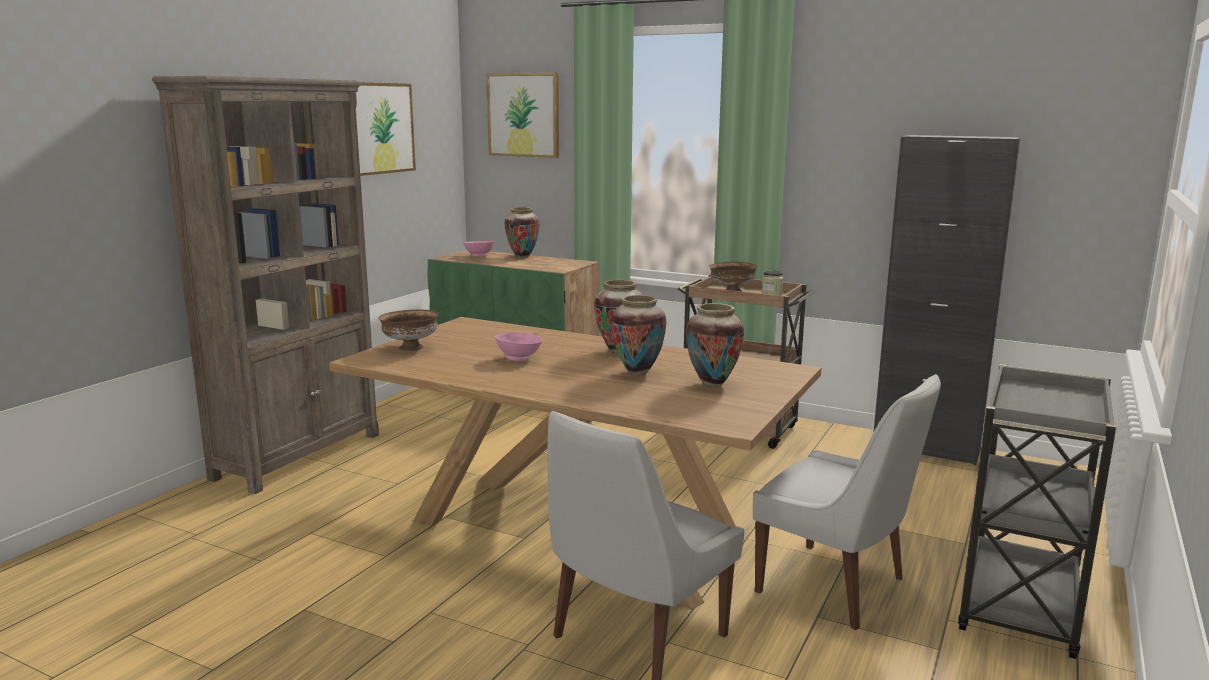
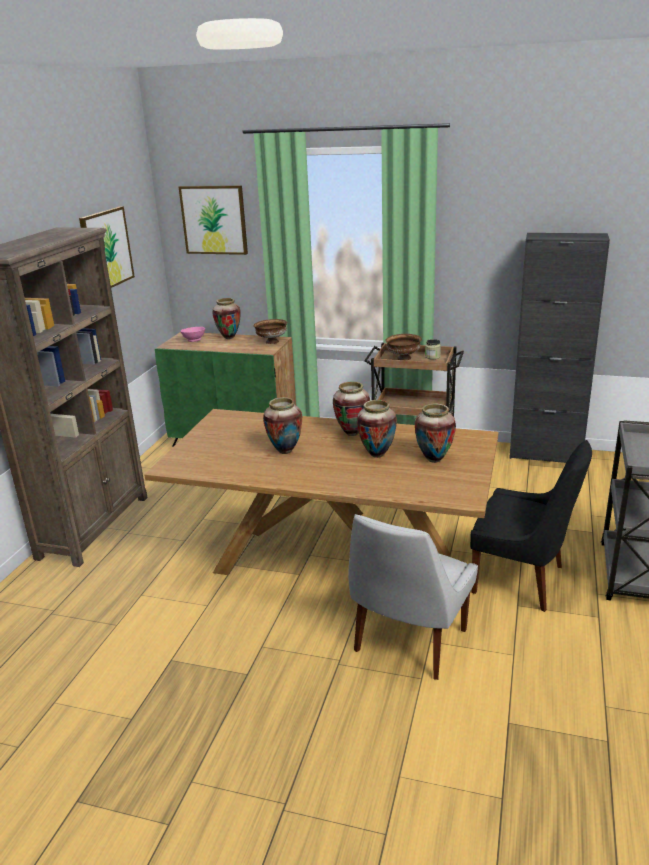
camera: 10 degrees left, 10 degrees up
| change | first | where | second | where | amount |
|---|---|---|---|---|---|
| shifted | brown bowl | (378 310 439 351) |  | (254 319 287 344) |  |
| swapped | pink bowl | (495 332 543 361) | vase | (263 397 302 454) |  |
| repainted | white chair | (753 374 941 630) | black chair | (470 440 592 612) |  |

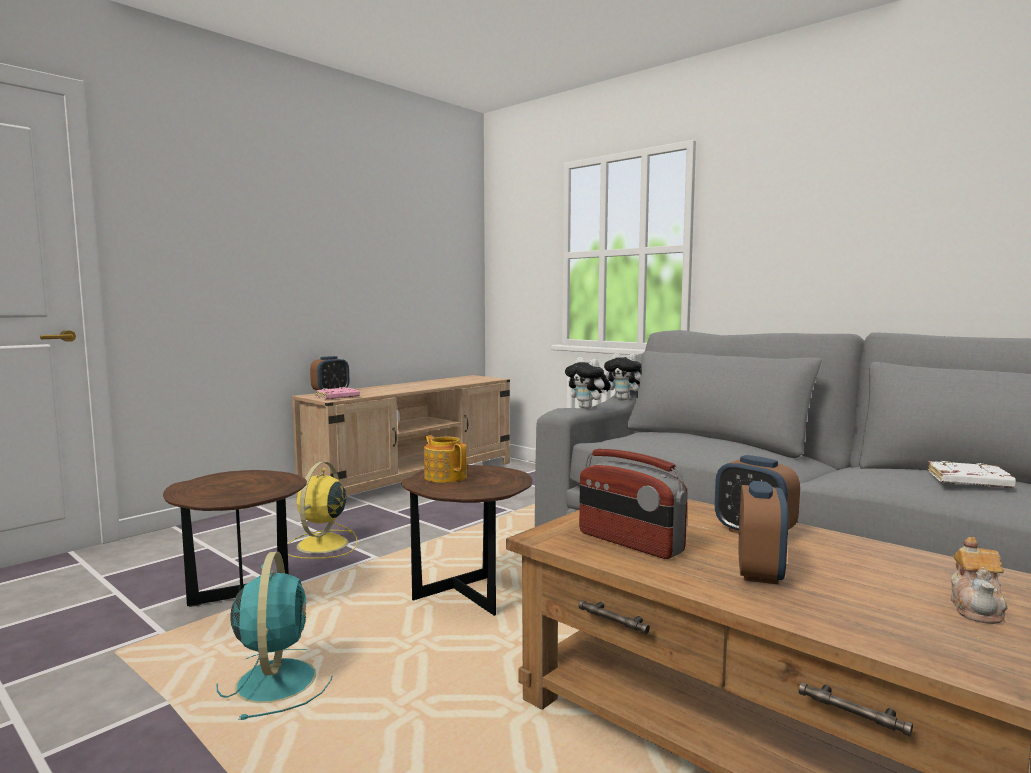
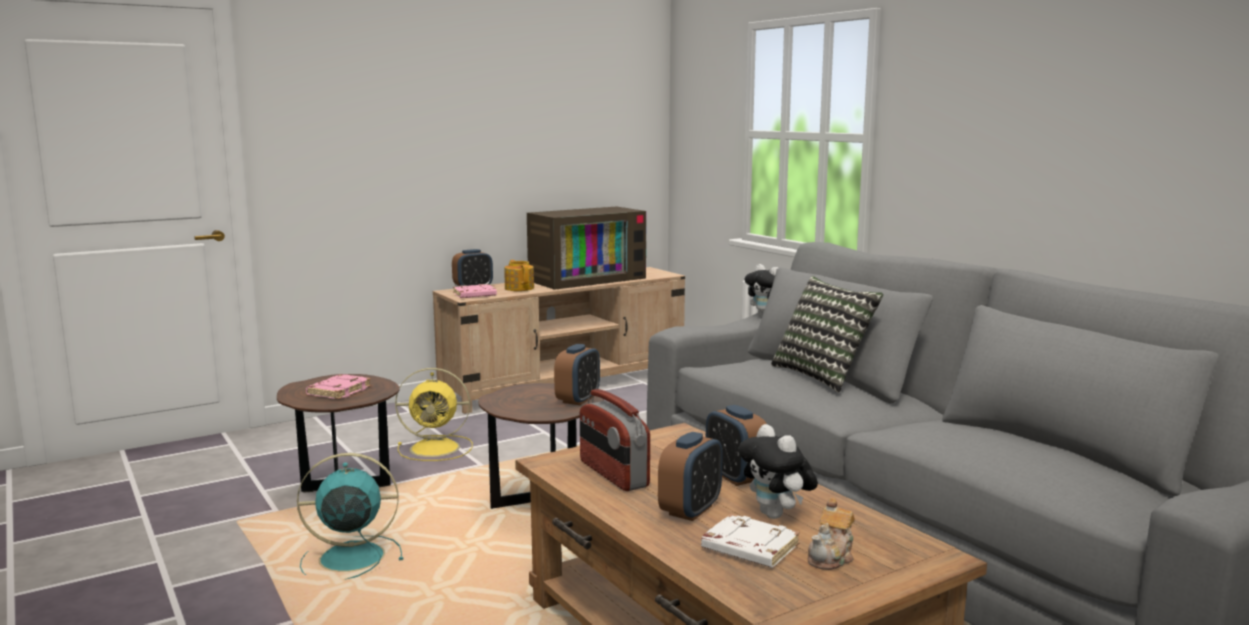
camera: 15 degrees right, 5 degrees up
| change | first | where | second | where | amount |
|---|---|---|---|---|---|
| rotated | turquoise fan | (216 552 332 720) |  | (297 453 403 580) | 105 degrees counterclockwise |
| rotated | yellow fan | (287 462 357 559) |  | (395 368 473 461) | 120 degrees counterclockwise |
| shifted | teapot | (424 435 467 483) |  | (505 260 534 291) |  |
| shifted | plush toy | (565 357 611 409) |  | (738 424 818 519) |  |
| shifted | white book | (927 461 1016 488) |  | (701 514 800 568) |  |
| new |  |  | pink book | (306 374 371 399) |  |
| new |  |  | television | (527 206 646 290) |  |
| new |  |  | alarm clock | (554 344 600 405) |  |
| new |  |  | pillow | (771 276 883 393) |  |

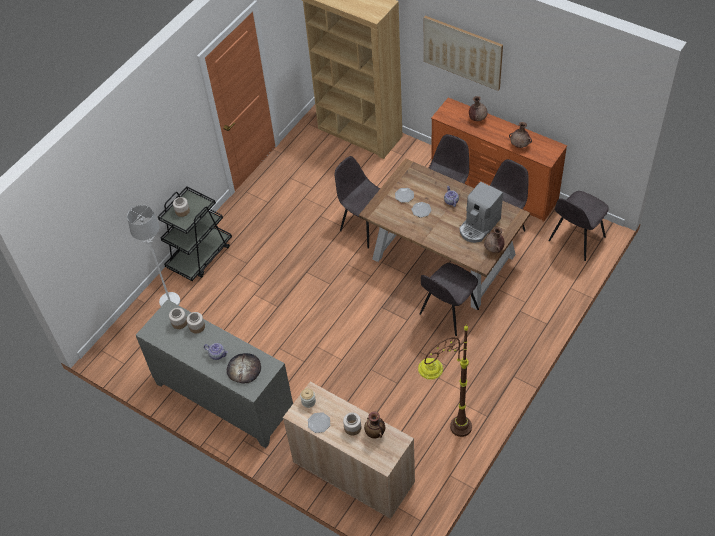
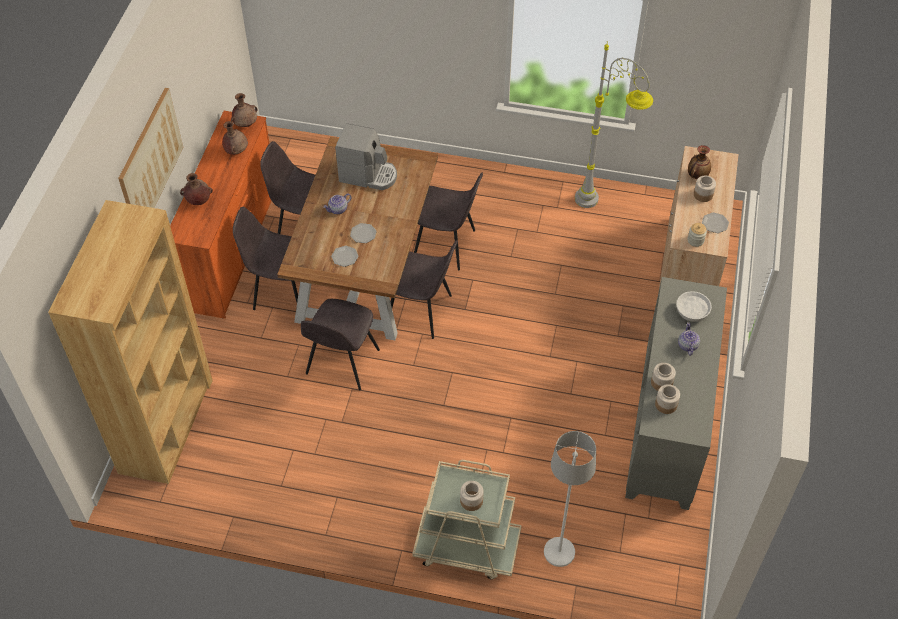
camera: 115 degrees left, 0 degrees up
| change | first | where | second | where | amount |
|---|---|---|---|---|---|
| repainted | black cart | (158 187 232 281) | beige cart | (412 460 522 579) |  |
| swapped | bread | (227 353 261 384) | white bowl | (676 291 712 322) |  |
| repainted | brown floor lamp | (418 324 472 437) | grey floor lamp | (575 41 653 208) |  |
| shifted | brown vase | (484 227 505 253) |  | (231 93 257 127) |  |
| shifted | grey chair | (548 191 609 261) |  | (391 240 458 339) |  |

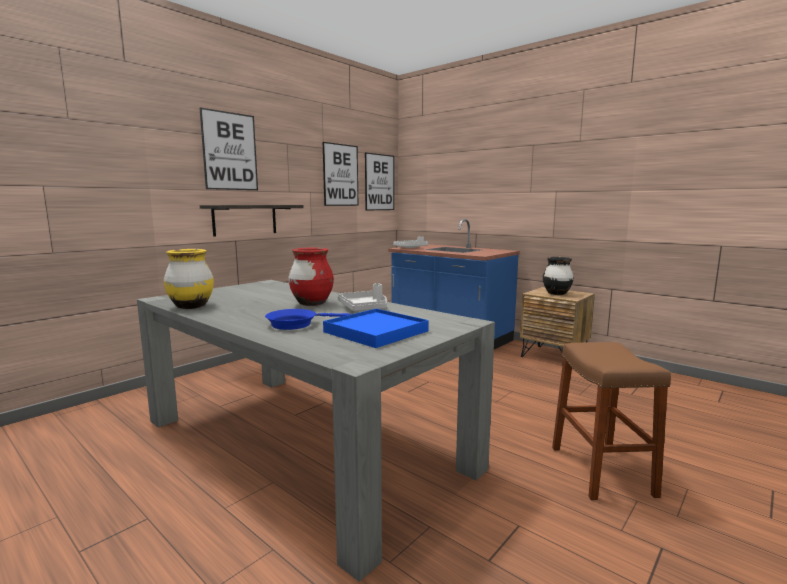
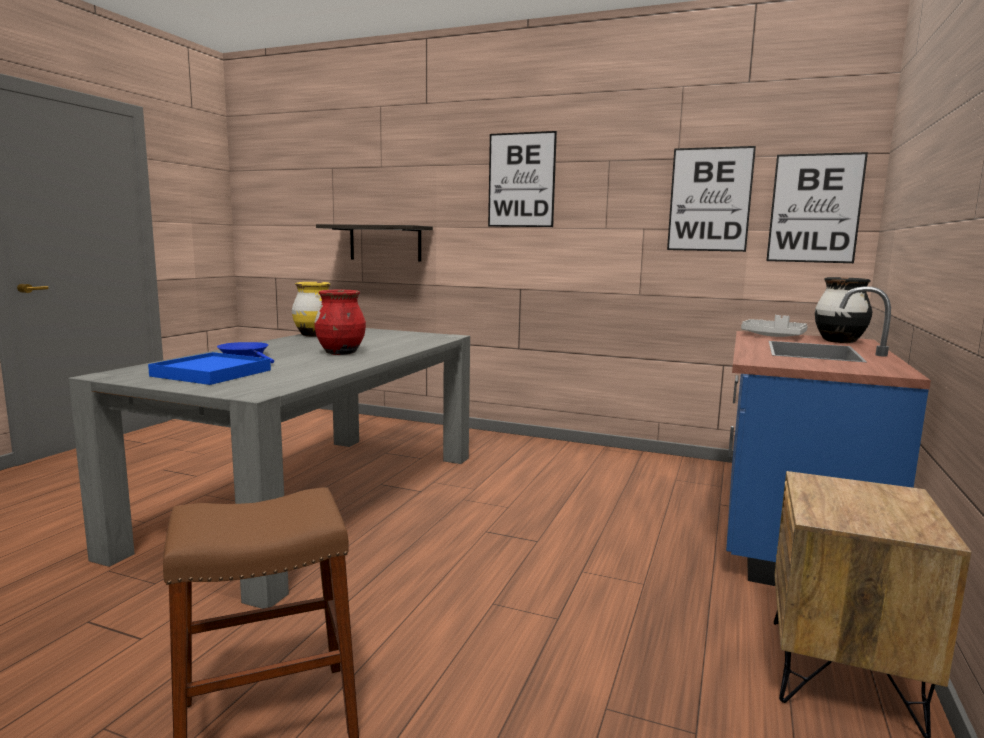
camera: 70 degrees right, 0 degrees up
| change | first | where | second | where | amount |
|---|---|---|---|---|---|
| shifted | shelf | (200 205 304 237) |  | (316 224 433 262) |  |
| gone | grey tray | (338 283 387 311) |  |  |  |
| shifted | black vase | (543 257 574 295) |  | (815 277 872 343) |  |

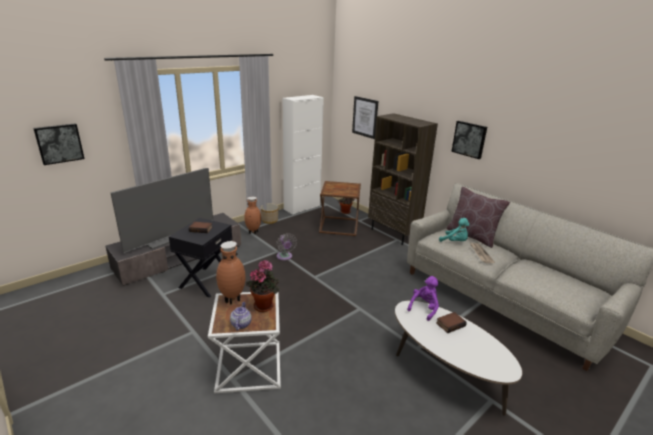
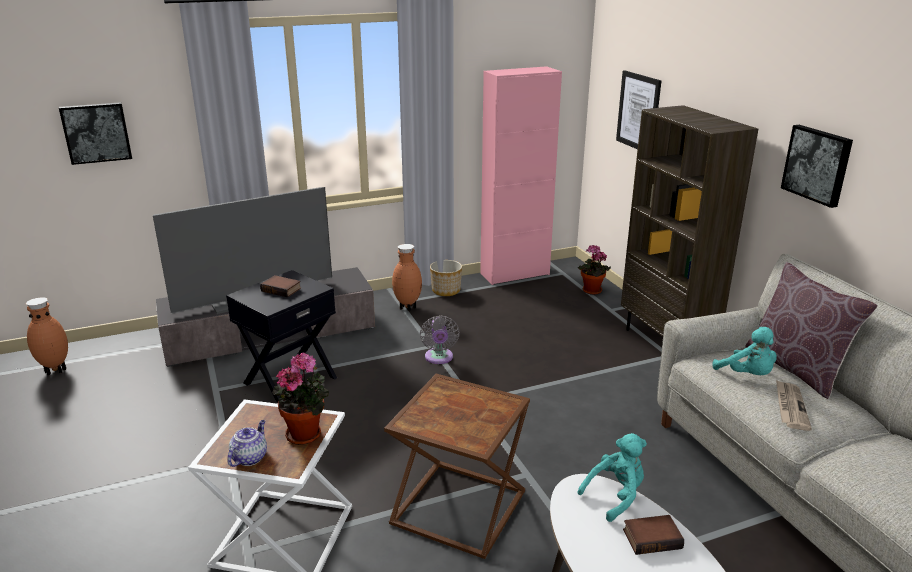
camera: 20 degrees right, 0 degrees up
| change | first | where | second | where | amount |
|---|---|---|---|---|---|
| shifted | brown vase | (216 241 245 305) |  | (26 297 68 375) |  |
| repainted | white cabinet | (283 95 324 215) | pink cabinet | (480 66 562 285) |  |
| shifted | brown side table | (319 181 361 236) |  | (384 374 530 559) |  |
| repainted | purple plush toy | (407 276 439 321) | turquoise plush toy | (577 433 647 522) |  |

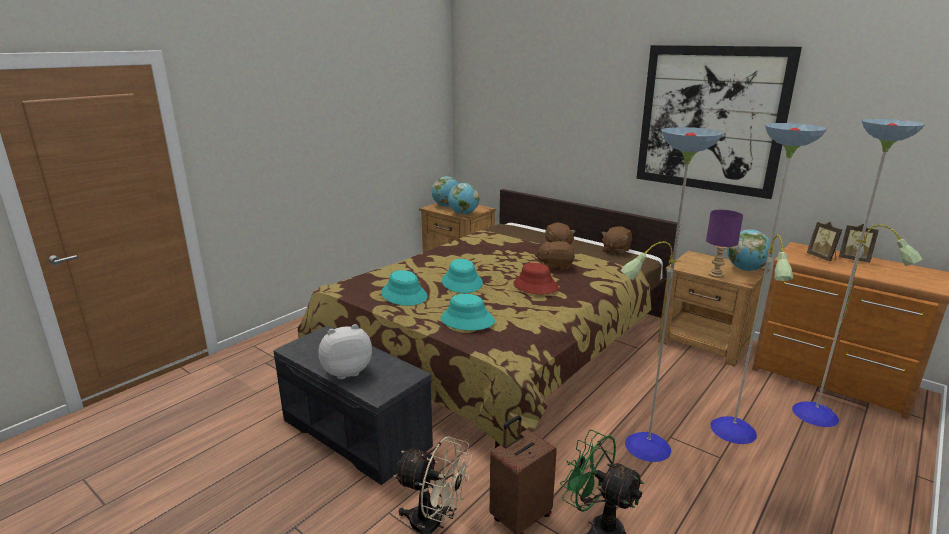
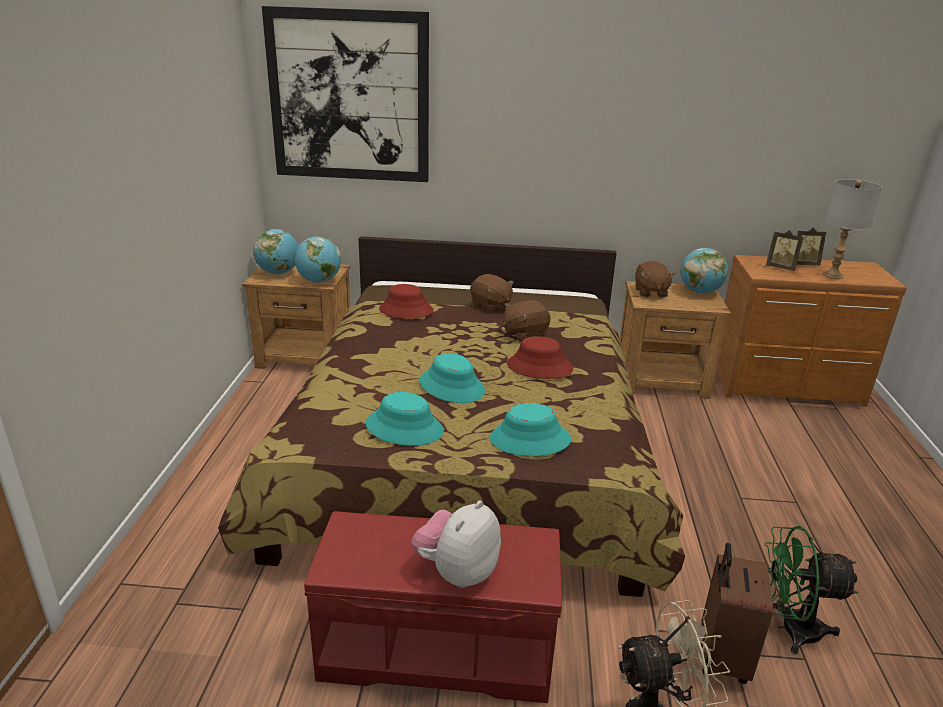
camera: 35 degrees left, 5 degrees up
| change | first | where | second | where | amount |
|---|---|---|---|---|---|
| repainted | grey bench | (274 326 433 485) | red bench | (304 511 562 703) |  |
| shifted | brown plush toy | (602 226 632 255) |  | (635 261 675 298) |  |
| gone | floor lamp | (620 119 925 462) |  |  |  |
| shifted | picture | (636 45 802 199) |  | (262 6 429 182) |  |
| gone | purple table lamp | (706 210 743 278) |  |  |  |
| new |  |  | red hat | (379 284 434 319) |  |
| new |  |  | grey table lamp | (823 179 882 279) |  |

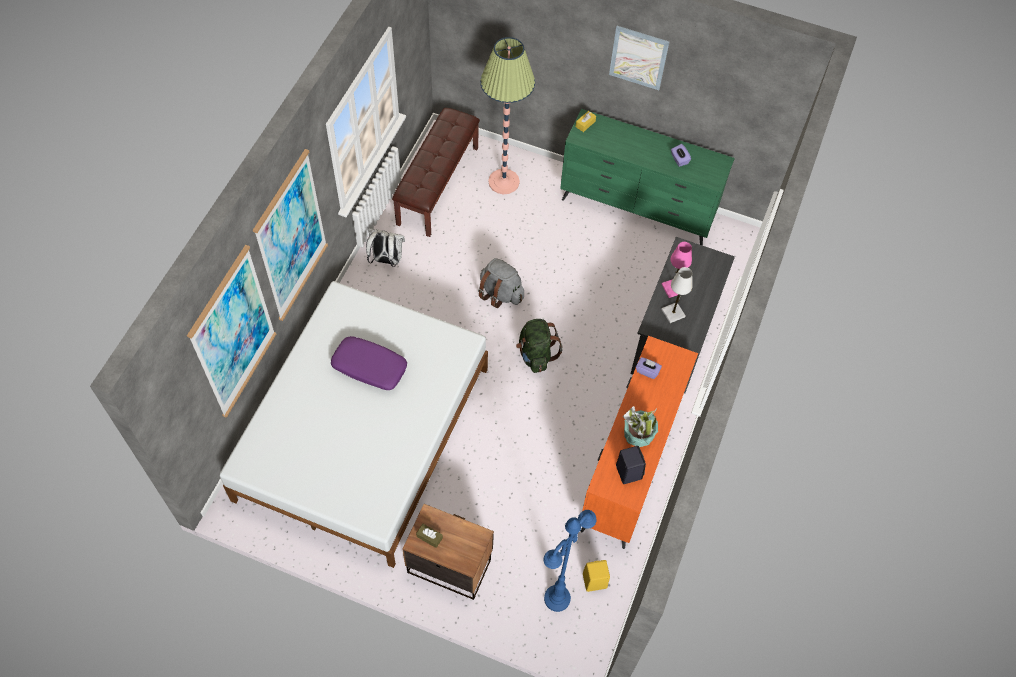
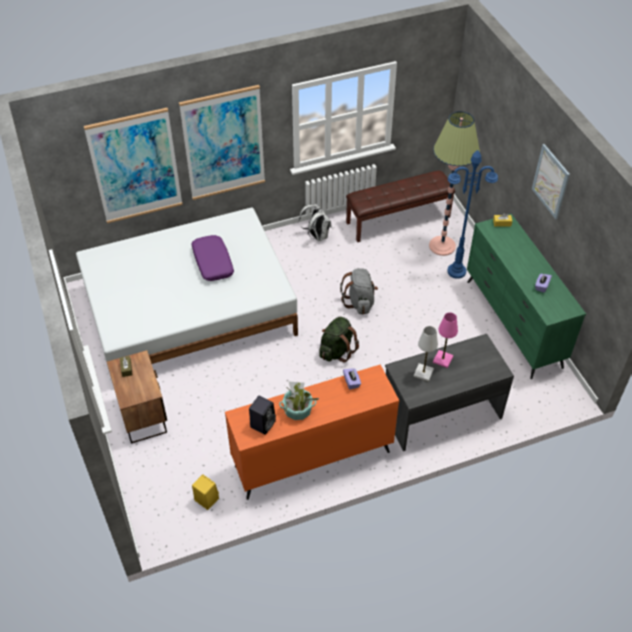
camera: 50 degrees right, 10 degrees down
| change | first | where | second | where | amount |
|---|---|---|---|---|---|
| shifted | blue floor lamp | (543 510 597 612) |  | (447 150 498 279) |  |

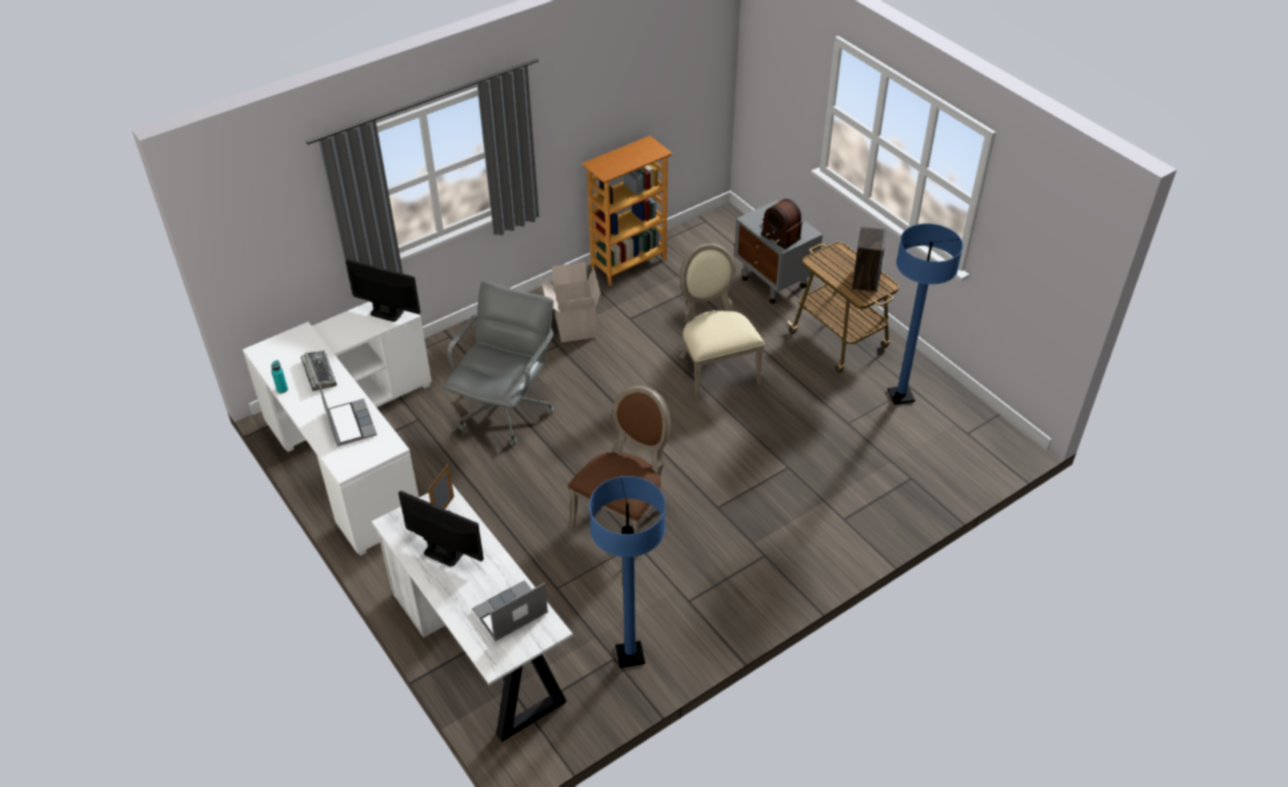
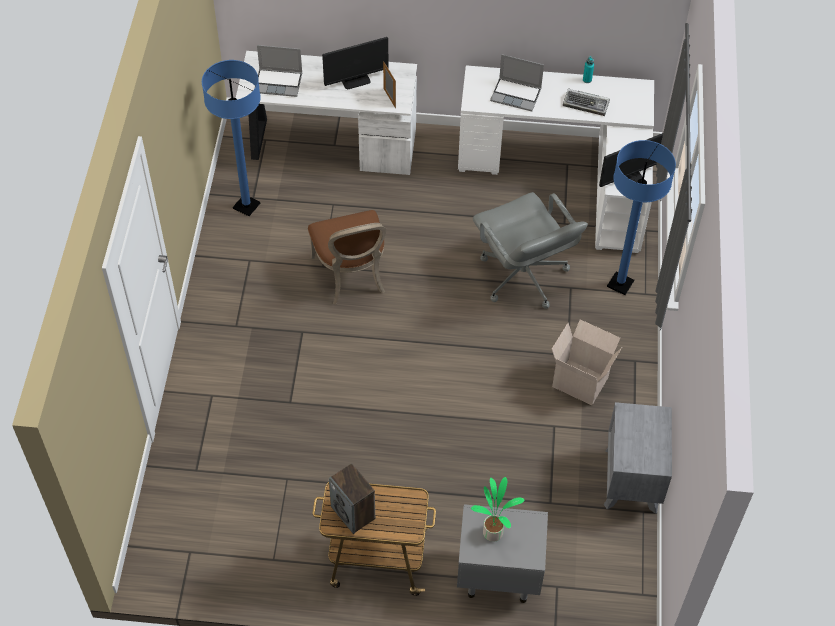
camera: 130 degrees right, 10 degrees up
| change | first | where | second | where | amount |
|---|---|---|---|---|---|
| rotated | laptop | (472 580 548 641) |  | (255 45 302 97) | 90 degrees clockwise |
| swapped | bookcase | (582 136 673 286) | grey nightstand | (604 402 672 514) |  |
| gone | beige chair | (679 243 765 401) |  |  |  |
| swapped | radio | (761 199 804 249) | potted plant | (471 477 525 542) |  |
| shifted | blue floor lamp | (887 223 963 405) |  | (607 140 676 295) |  |

